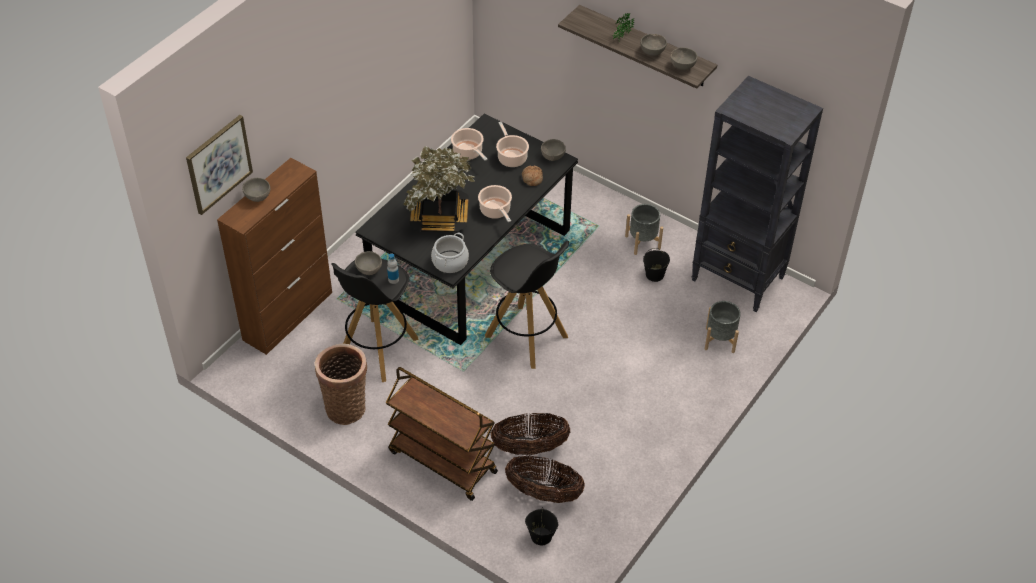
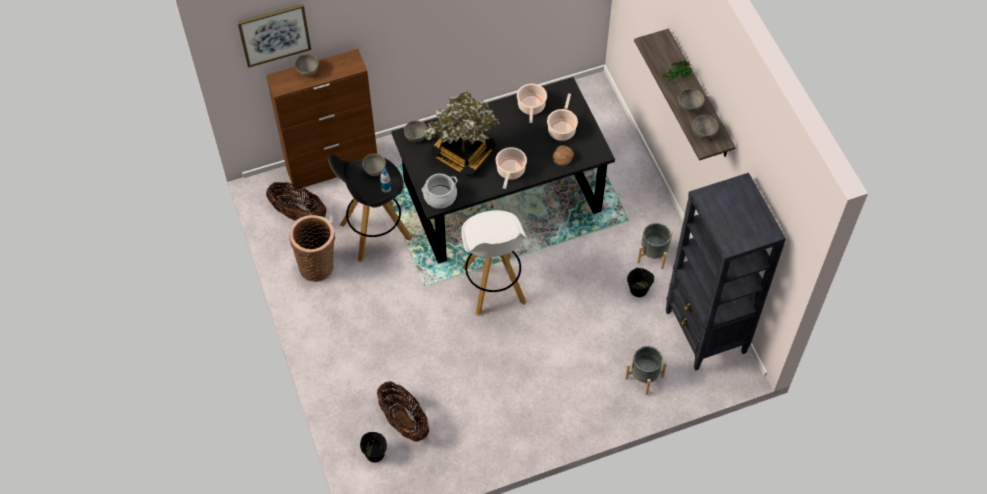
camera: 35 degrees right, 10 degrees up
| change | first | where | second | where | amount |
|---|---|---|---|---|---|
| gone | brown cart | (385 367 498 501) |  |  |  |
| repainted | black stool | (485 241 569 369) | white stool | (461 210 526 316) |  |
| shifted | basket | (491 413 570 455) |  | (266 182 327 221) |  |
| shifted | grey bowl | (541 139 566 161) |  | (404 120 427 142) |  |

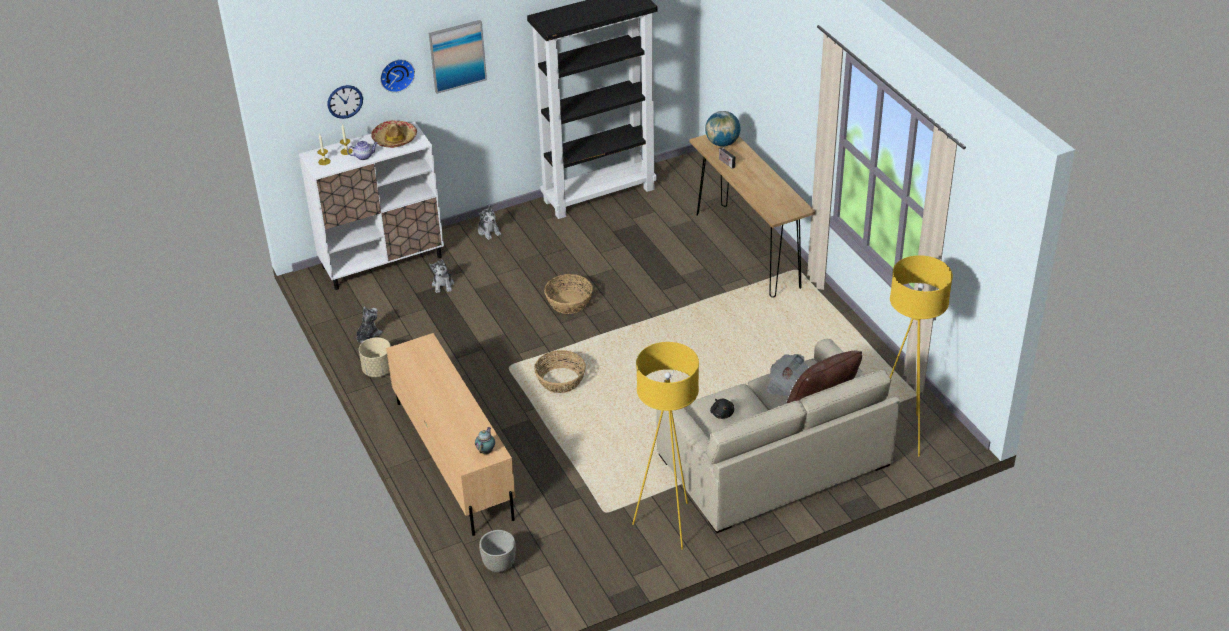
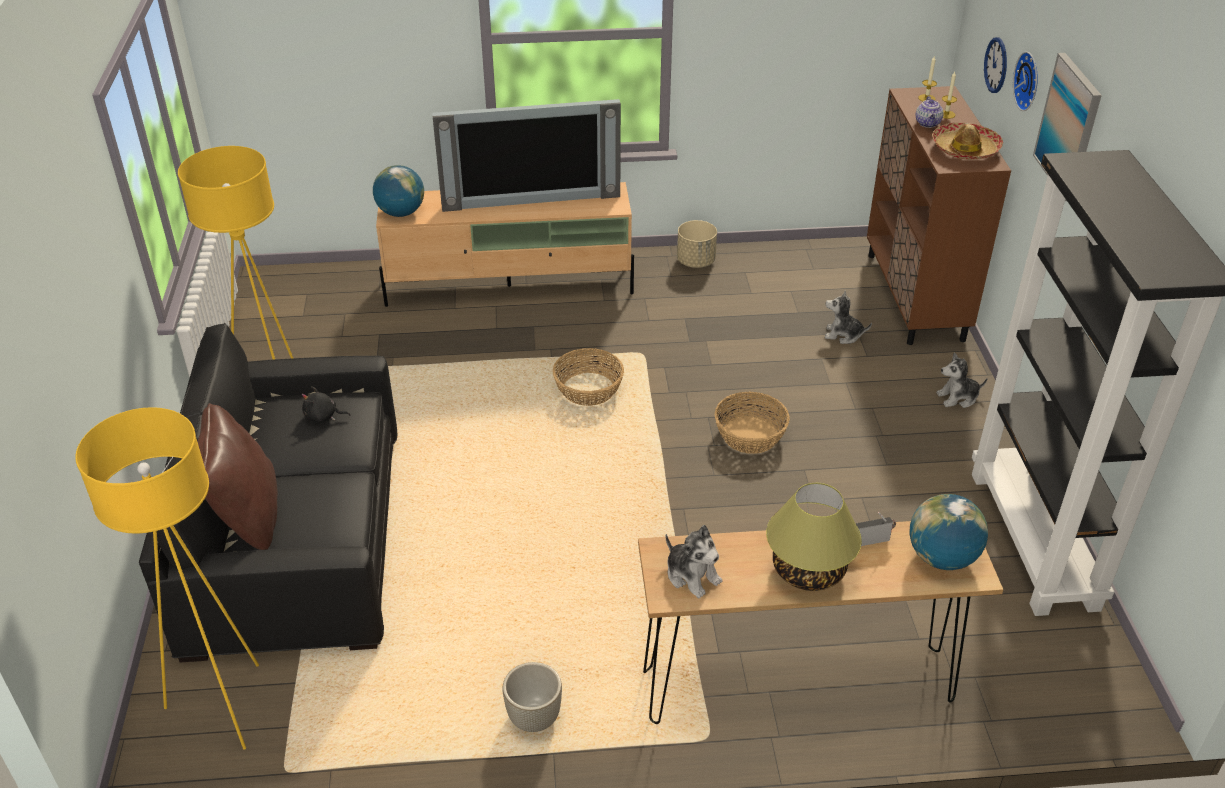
camera: 110 degrees right, 0 degrees up
| change | first | where | second | where | amount |
|---|---|---|---|---|---|
| repainted | white cabinet | (299 122 444 290) | brown cabinet | (867 86 1011 345) |  |
| shifted | plush toy | (356 306 382 343) |  | (666 525 722 598) |  |
| swapped | teapot | (475 427 495 454) | globe | (373 165 424 217) |  |
| shifted | grey planter | (479 530 516 572) |  | (503 662 562 732) |  |
| repainted | beige sofa | (657 339 900 533) | black sofa | (139 323 398 663) |  |
| gone | newspaper | (766 354 809 397) |  |  |  |
| new |  |  | television | (432 99 621 212) |  |
| new |  |  | table lamp | (766 483 862 591) |  |

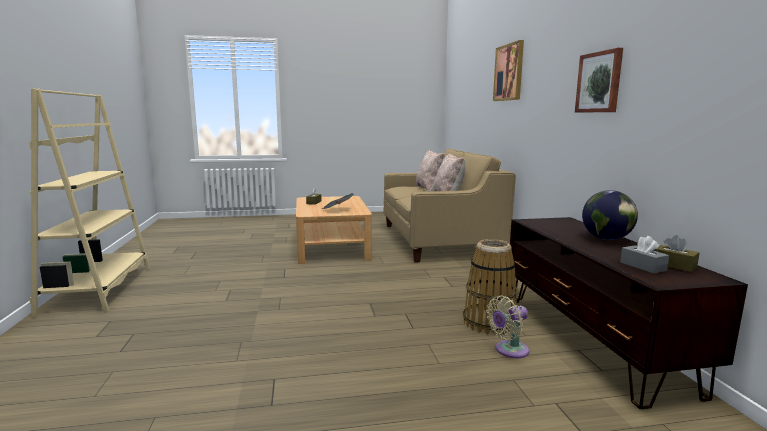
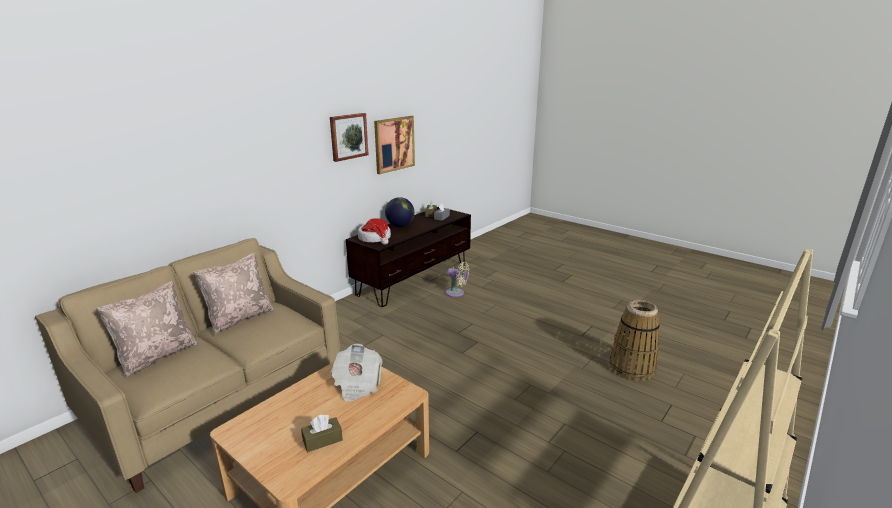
camera: 130 degrees left, 10 degrees up
| change | first | where | second | where | amount |
|---|---|---|---|---|---|
| shifted | basket | (463 239 517 335) |  | (609 300 660 381) |  |
| shifted | picture | (493 40 524 101) |  | (374 116 415 174) |  |
| new |  |  | hat | (358 218 391 245) |  |

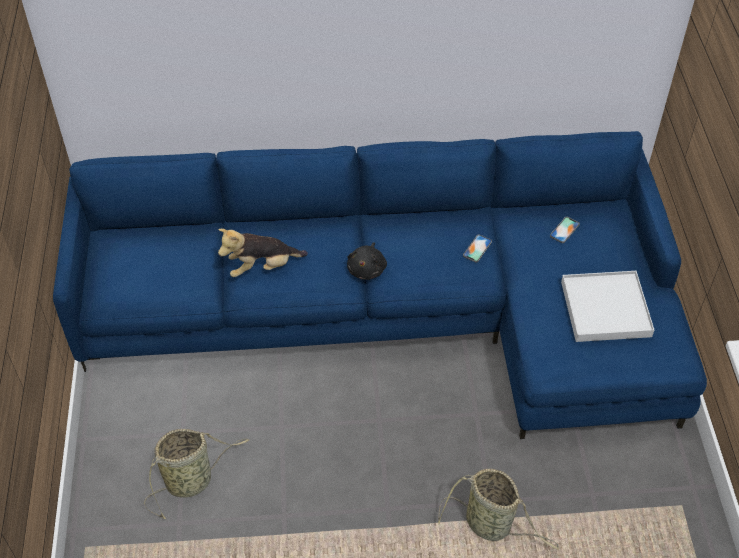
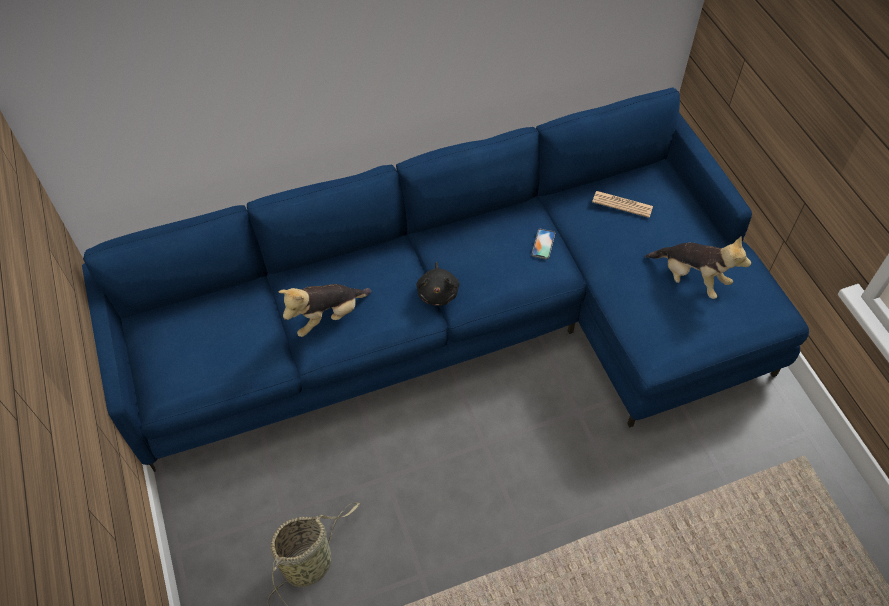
camera: 15 degrees left, 5 degrees up
| change | first | where | second | where | amount |
|---|---|---|---|---|---|
| gone | basket | (438 469 559 550) |  |  |  |
| swapped | phone | (550 217 580 243) | newspaper | (592 191 653 218) |  |
| swapped | white tray | (561 271 654 342) | plush toy | (645 236 751 299) |  |

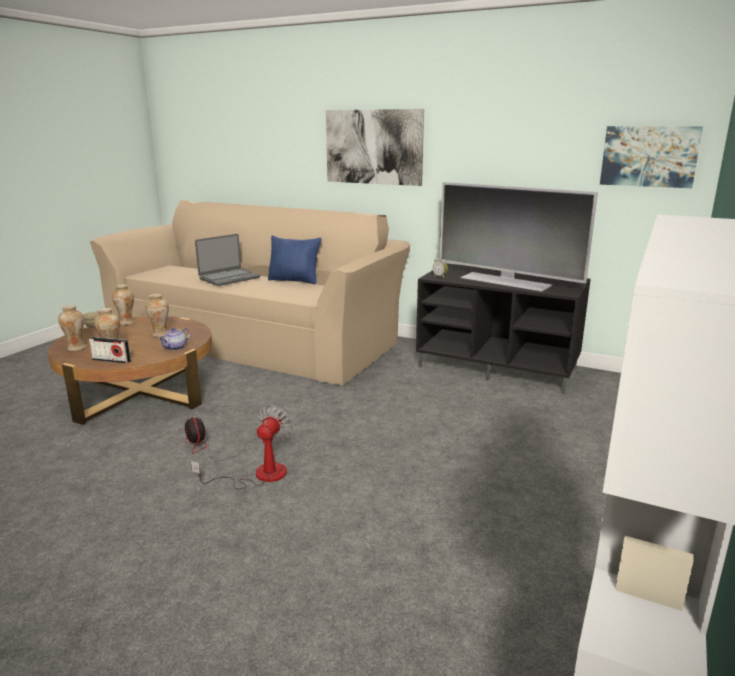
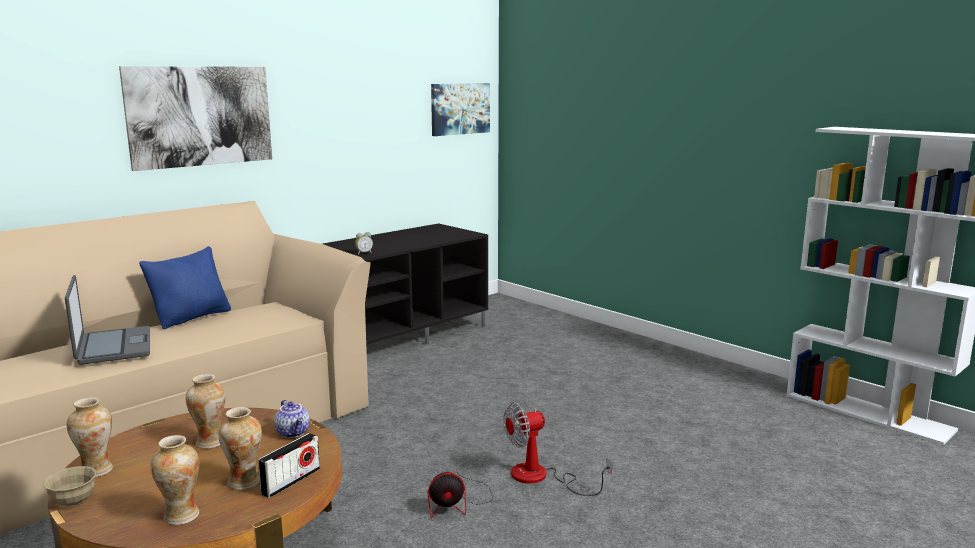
camera: 70 degrees left, 5 degrees down
| change | first | where | second | where | amount |
|---|---|---|---|---|---|
| rotated | fan | (191 405 292 489) |  | (503 402 612 496) | 60 degrees counterclockwise |
| gone | television | (439 182 598 292) |  |  |  |

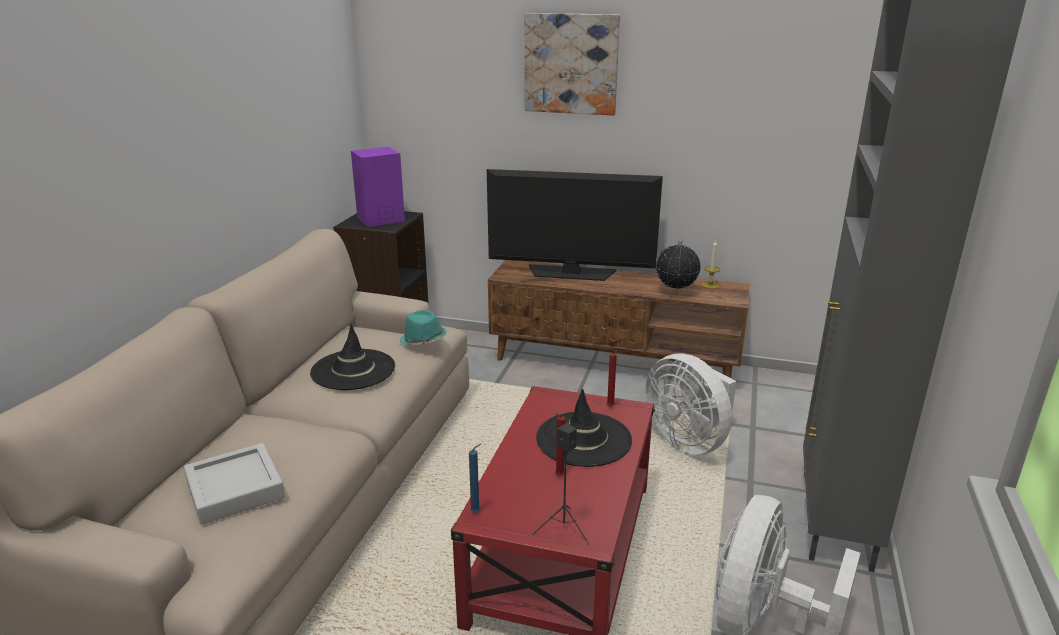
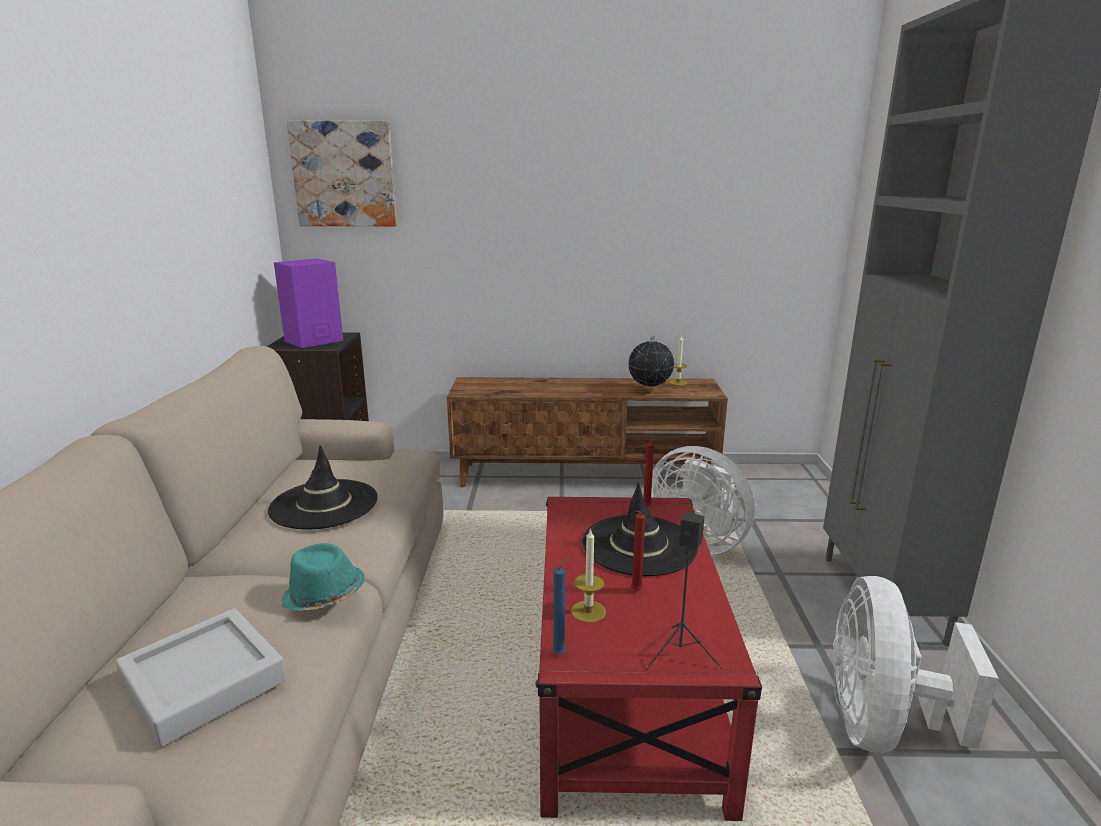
camera: 15 degrees left, 5 degrees down
| change | first | where | second | where | amount |
|---|---|---|---|---|---|
| shifted | turquoise hat | (400 310 447 345) |  | (282 543 365 611) |  |
| gone | television | (487 169 663 281) |  |  |  |
| shifted | picture | (524 13 620 116) |  | (287 121 397 226) |  |
| new |  |  | candle | (571 528 606 623) |  |

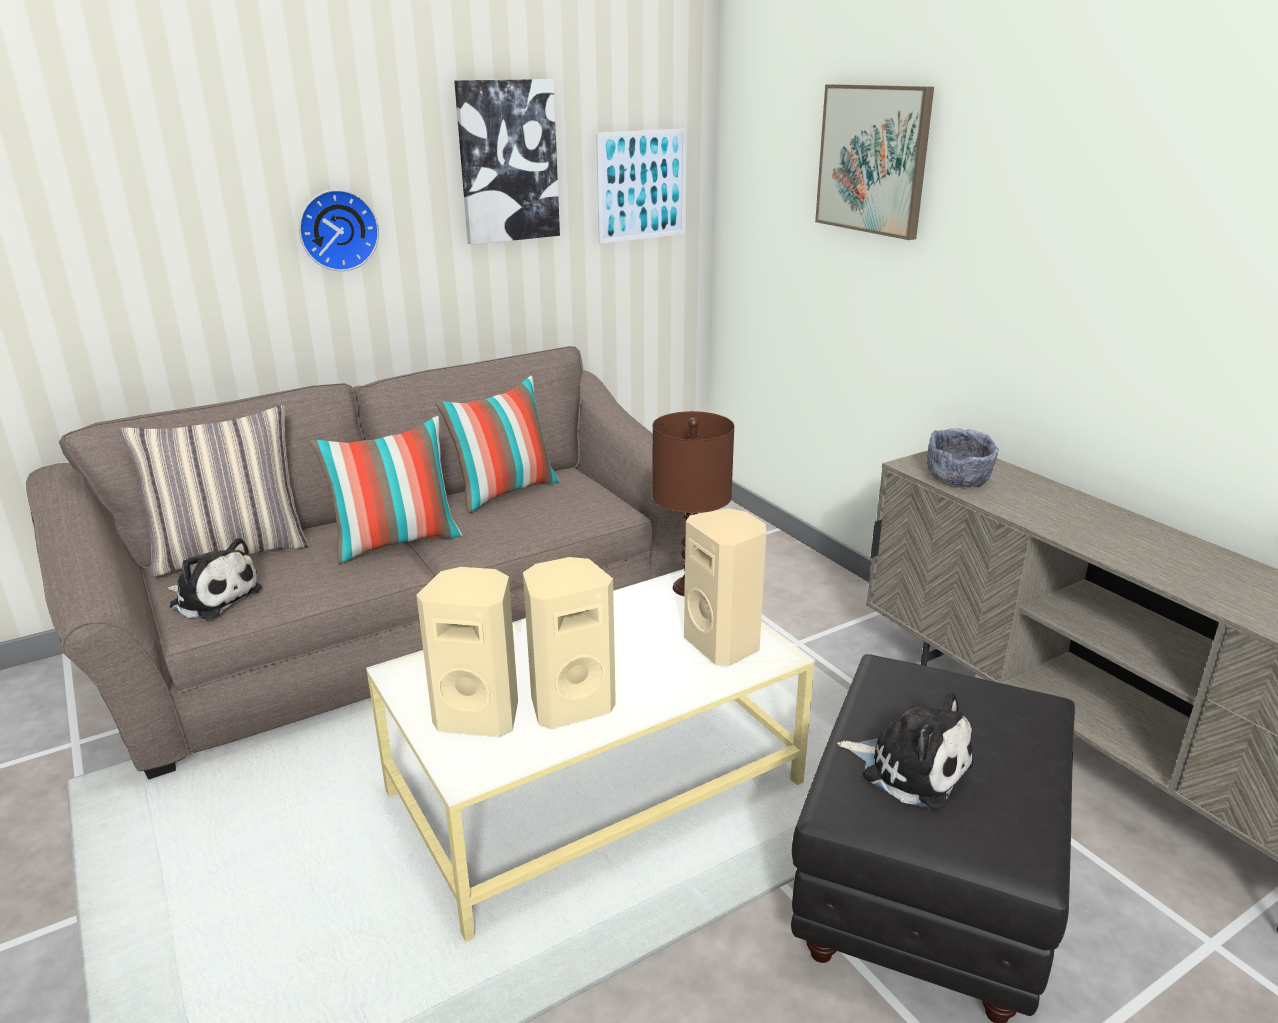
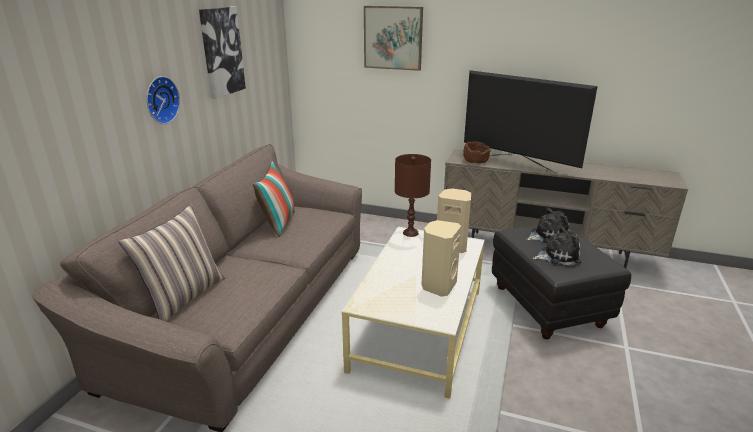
camera: 40 degrees left, 0 degrees up
| change | first | where | second | where | amount |
|---|---|---|---|---|---|
| shifted | plush toy | (168 538 262 619) |  | (526 207 569 243) |  |
| gone | pillow | (310 416 462 564) |  |  |  |
| gone | beige speaker | (416 567 518 737) |  |  |  |
| gone | picture | (596 129 687 244) |  |  |  |
| repainted | grey bowl | (926 428 998 487) | brown bowl | (463 141 491 163) |  |
| new |  |  | television | (464 70 598 172) |  |

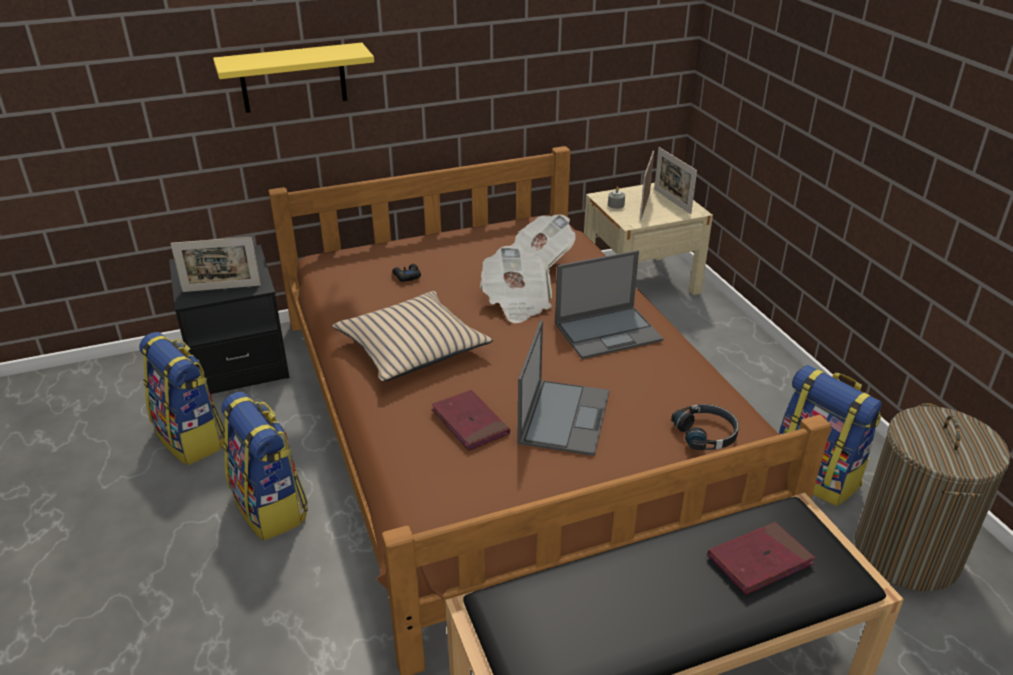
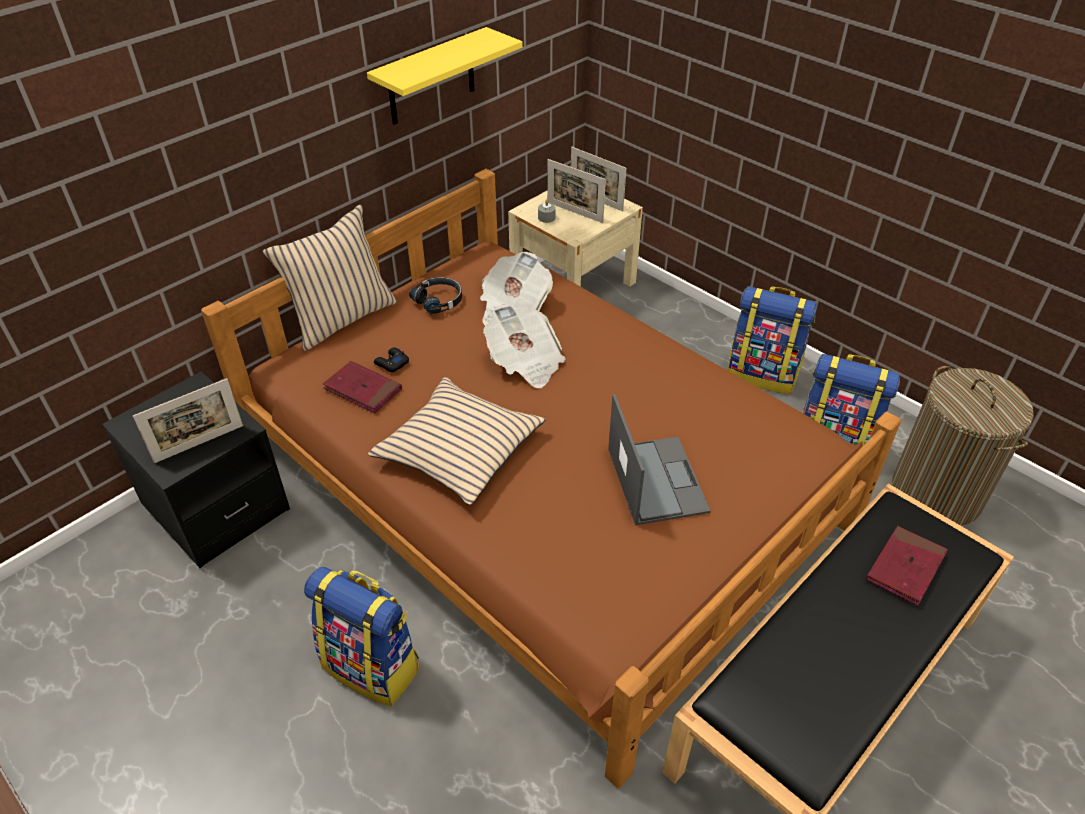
camera: 25 degrees left, 10 degrees up
| change | first | where | second | where | amount |
|---|---|---|---|---|---|
| shifted | backpack | (139 332 225 465) |  | (728 286 817 394) |  |
| shifted | yellow shelf | (213 43 374 113) |  | (367 27 522 125) |  |
| shifted | red book | (431 390 510 451) |  | (323 361 402 414) |  |
| gone | laptop | (555 250 664 359) |  |  |  |
| rotated | picture frame | (640 151 654 220) |  | (547 159 606 223) | 45 degrees counterclockwise |
| shifted | black headphones | (672 404 739 450) |  | (409 277 462 314) |  |
| new |  |  | beige pillow | (263 204 397 351) |  |

